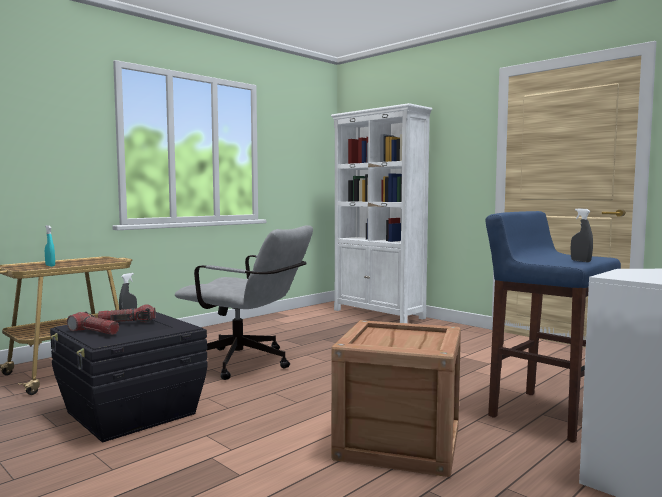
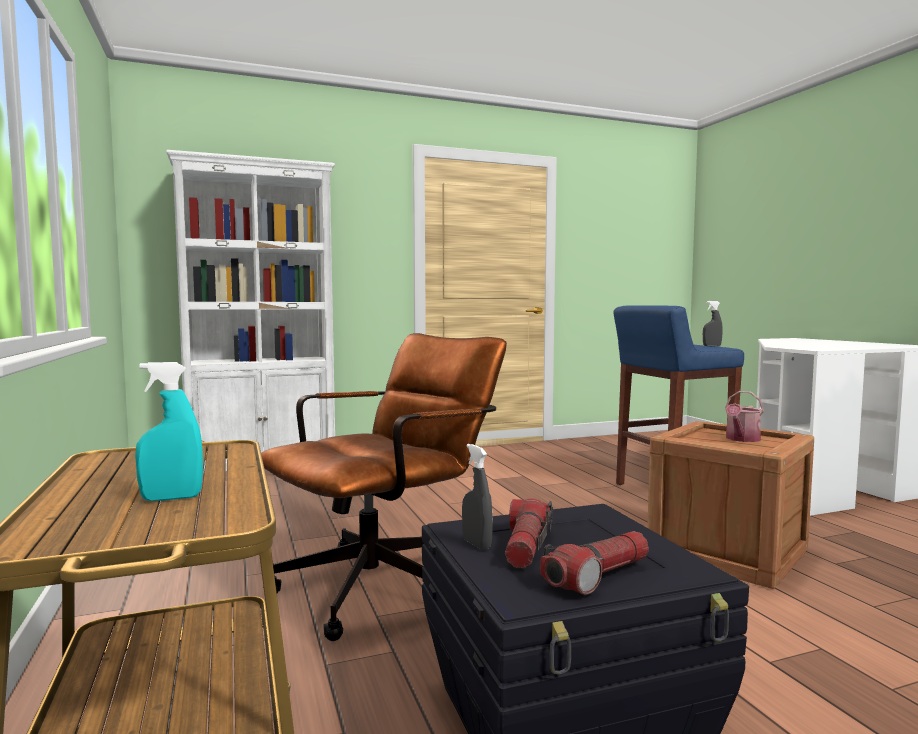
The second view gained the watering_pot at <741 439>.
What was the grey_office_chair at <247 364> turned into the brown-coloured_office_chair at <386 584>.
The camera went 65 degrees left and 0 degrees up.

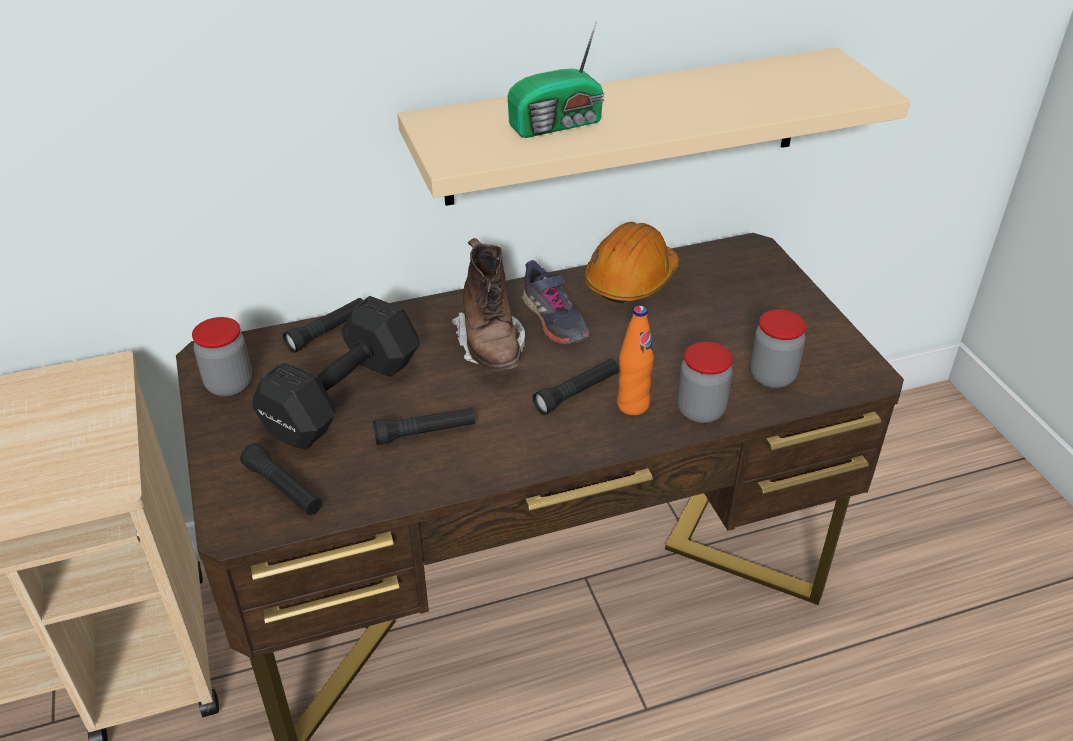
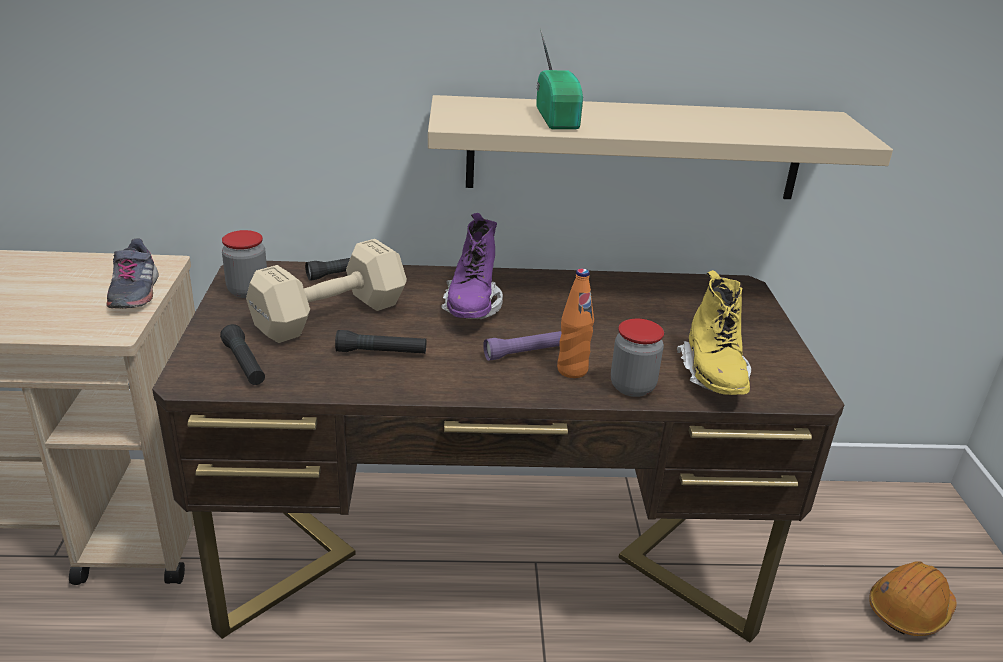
The grey_shoe ended up elsewhere, having gone from <553 319> to <133 292>.
The orange_hard_hat ended up elsewhere, having gone from <631 280> to <909 610>.
Where the preserve_jar stood at <772 376>, the yellow-coloured_boot came to stand at <713 376>.
What was the black_free_weight at <339 399> turned into the beige-coloured_free_weight at <326 316>.
What was the brown-coloured_boot at <491 346> turned into the purplish_boot at <471 307>.
What was the black_hand_torch at <577 393> turned into the purplish_hand_torch at <527 352>.
The radio_set at <559 124> ended up facing another way, 90 degrees counterclockwise from before.
The camera went 15 degrees right and 10 degrees down.

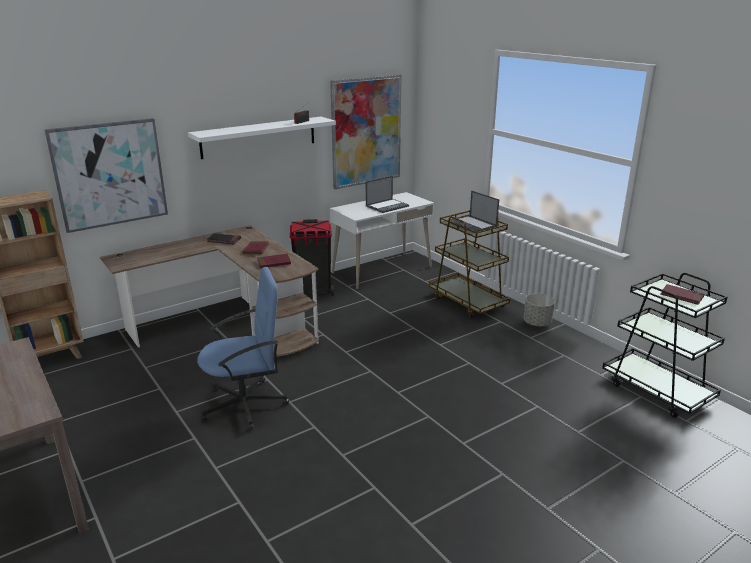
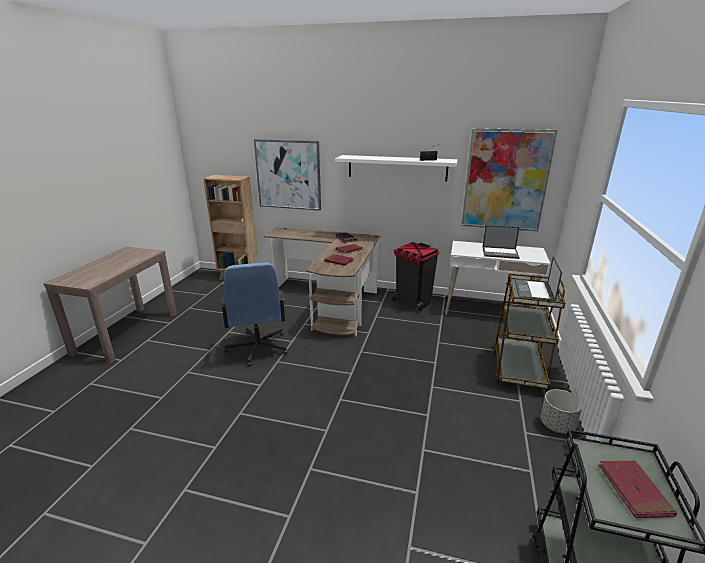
The blue-coloured_office_chair at <246 404> ended up facing another way, 45 degrees clockwise from before.
The camera went 50 degrees right and 0 degrees up.

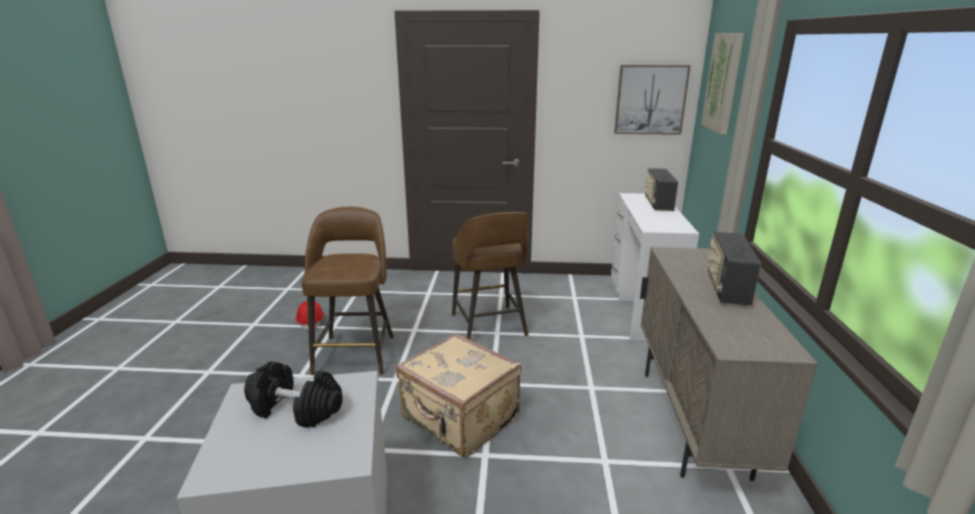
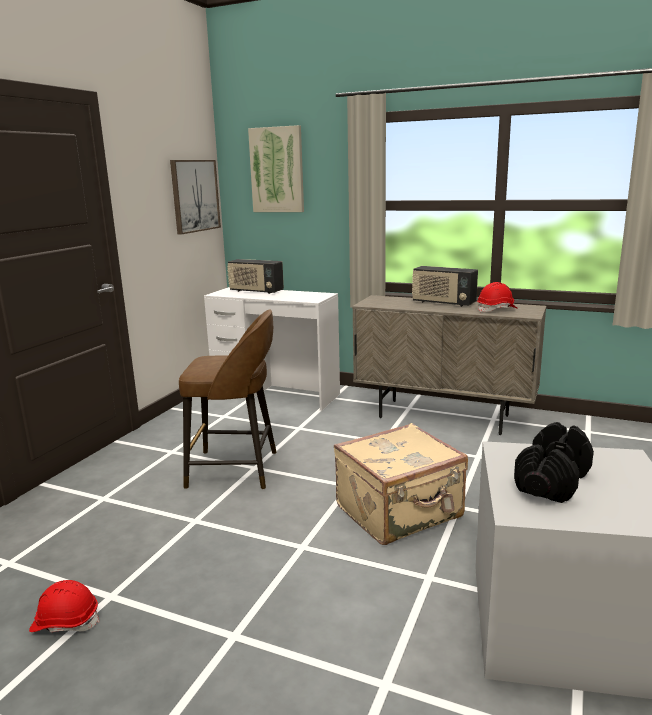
The second view lost the brown-coloured_stool at <355 353>.
The second view gained the red_hard_hat at <497 309>.
The camera went 70 degrees left and 5 degrees down.

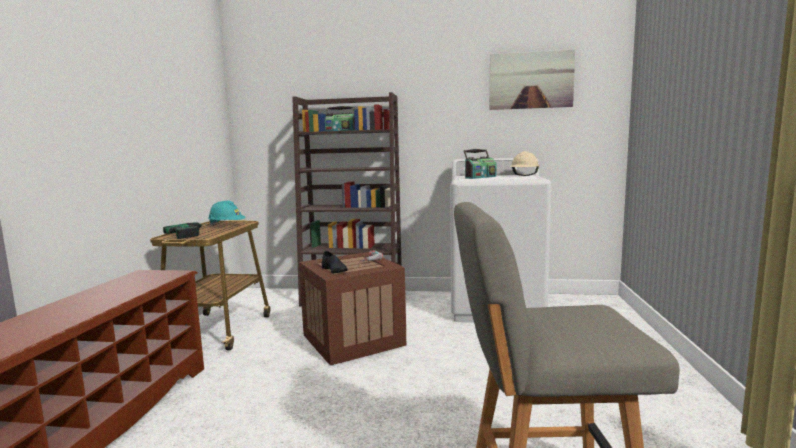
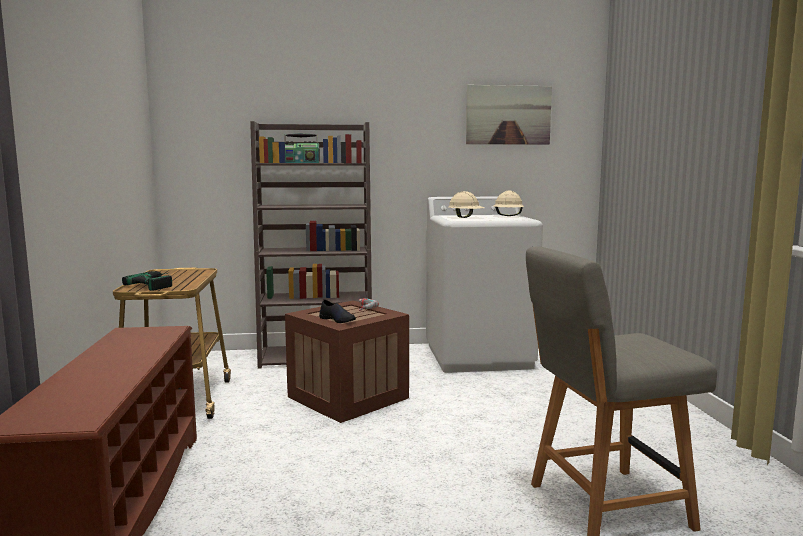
The second view lost the blue-green_hard_hat at <227 225>.
Where the radio_set stood at <480 177>, the beige-coloured_hard_hat came to stand at <466 217>.
The camera went 15 degrees left and 0 degrees up.

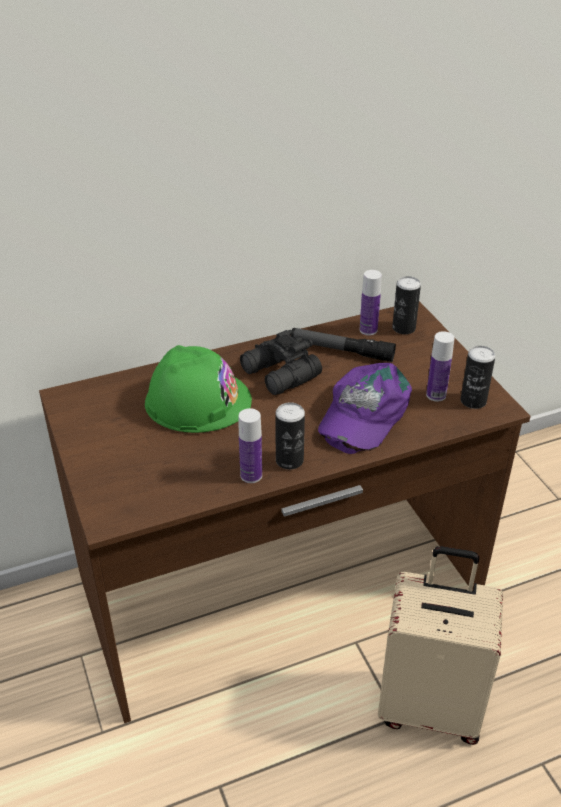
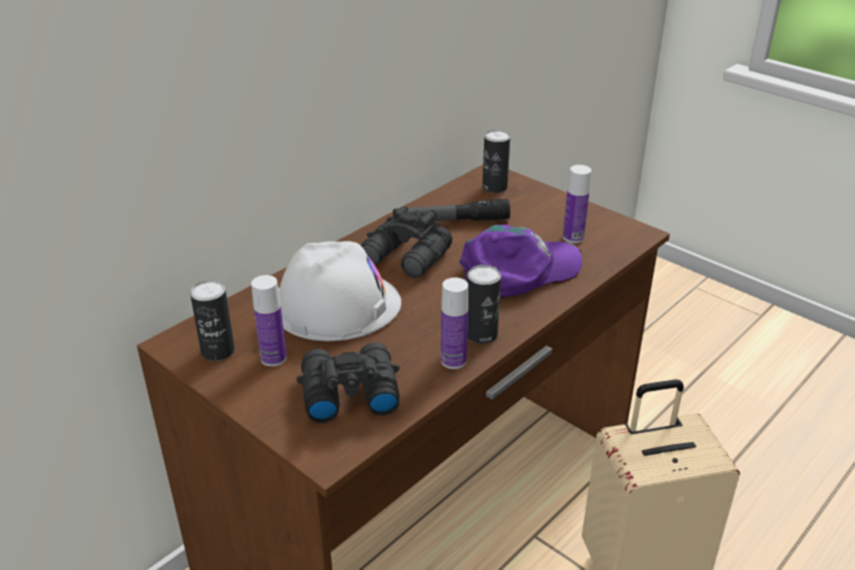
The second view gained the black_pair_of_binoculars at <347 392>.
The beverage_bottle ended up elsewhere, having gone from <368 330> to <273 358>.
The metal_can ended up elsewhere, having gone from <473 401> to <218 351>.
What was the greenish_hard_hat at <198 401> turned into the whitish_hard_hat at <337 305>.
The purplish_baseball_cap at <363 414> ended up facing another way, 120 degrees counterclockwise from before.
The camera went 25 degrees left and 5 degrees down.

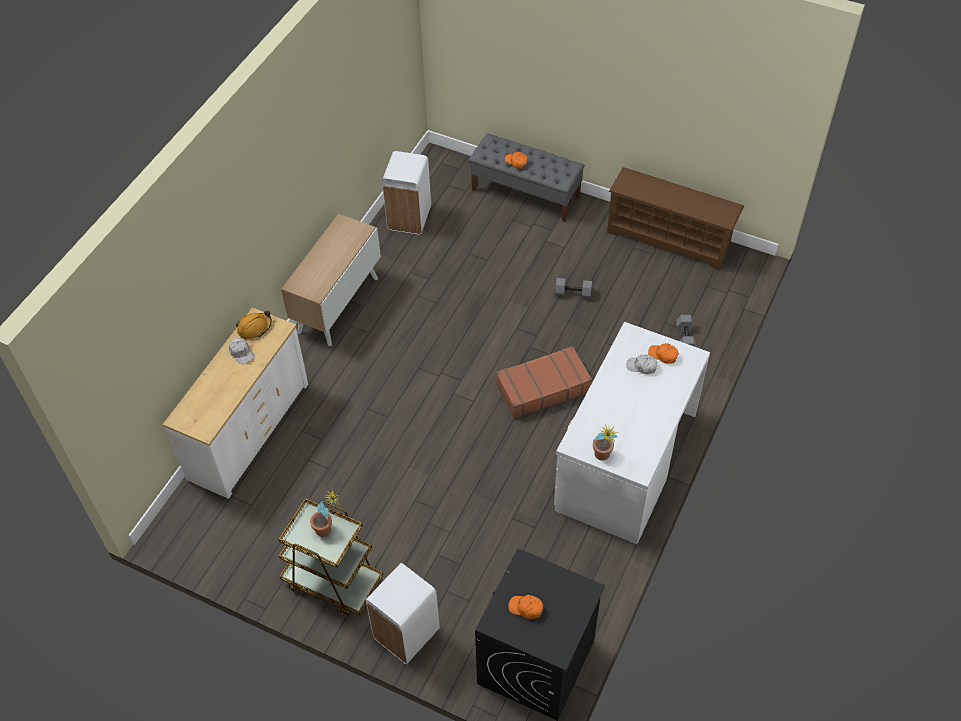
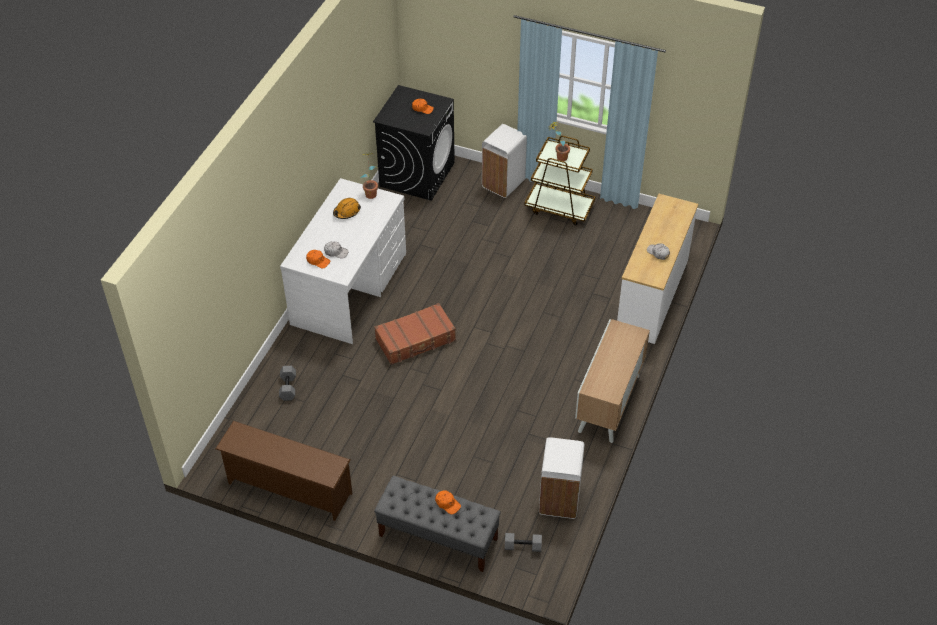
The orange_hard_hat ended up elsewhere, having gone from <254 328> to <346 212>.
The grey_free_weight ended up elsewhere, having gone from <573 292> to <522 547>.
The camera went 175 degrees right and 5 degrees down.

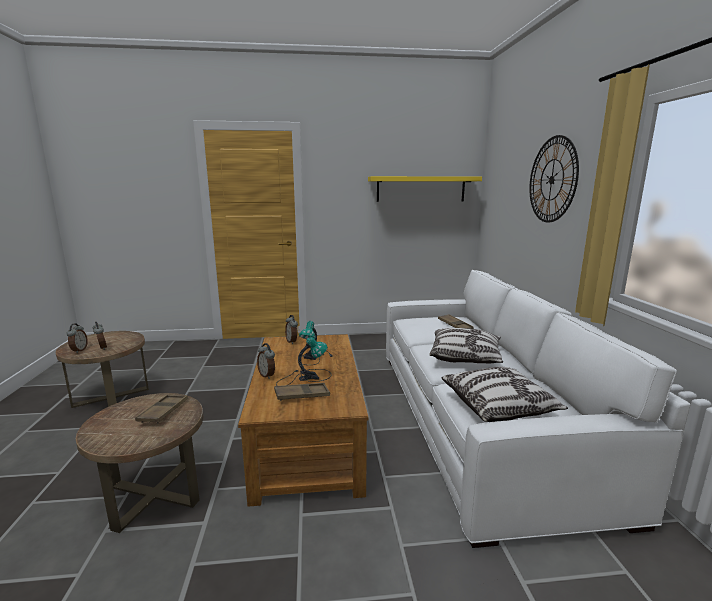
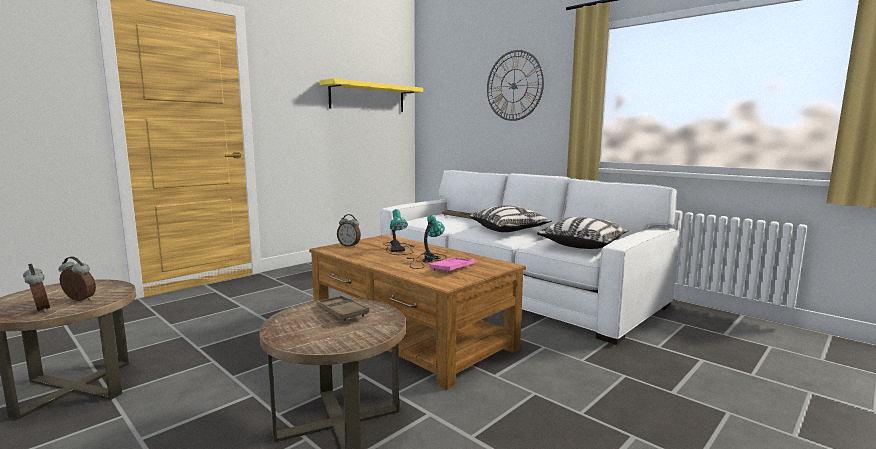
The second view lost the alarm_clock at <267 375>.
What was the brown-coloured_tray at <302 395> turned into the pink-coloured_tray at <452 268>.
The camera went 40 degrees left and 5 degrees down.

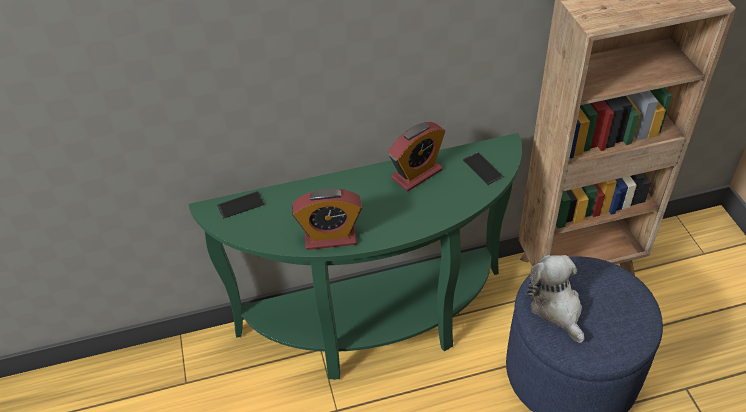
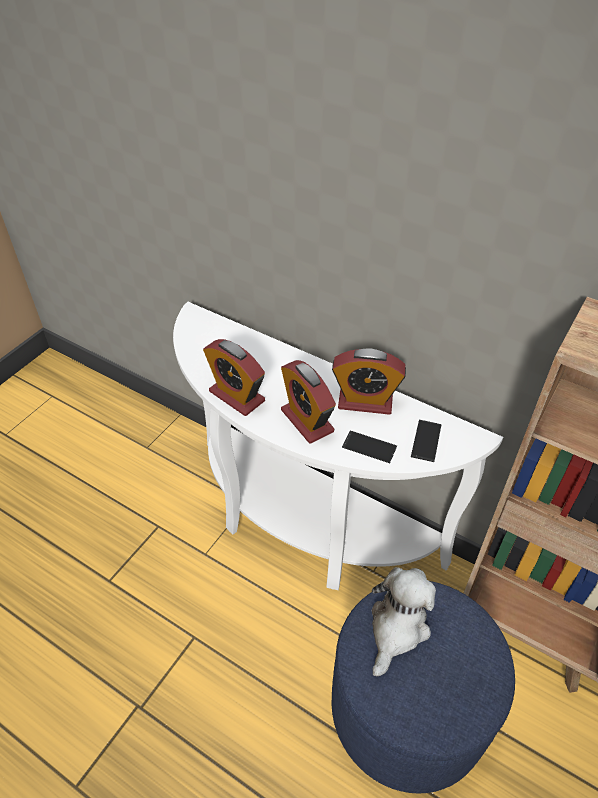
The second view gained the alarm_clock at <307 420>.
The handset ended up elsewhere, having gone from <241 205> to <369 447>.
What was the greenish_hall_table at <378 327> turned into the whitish_hall_table at <302 524>.
The camera went 45 degrees right and 0 degrees up.

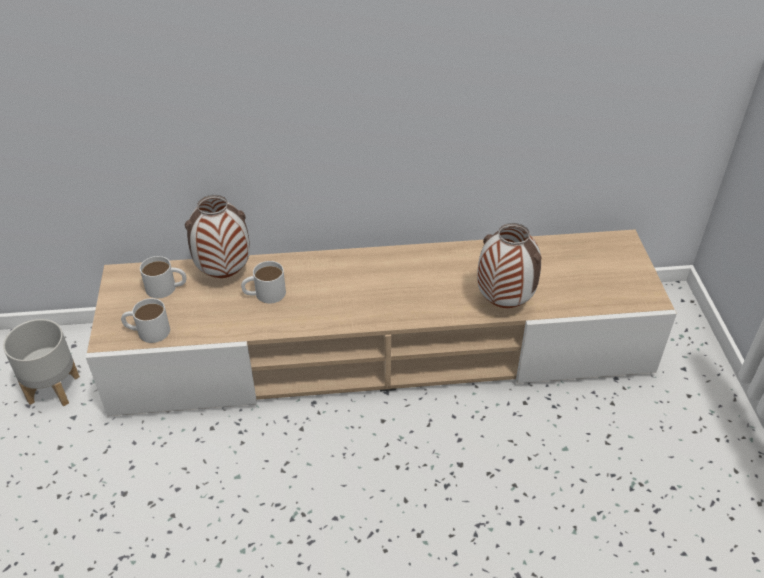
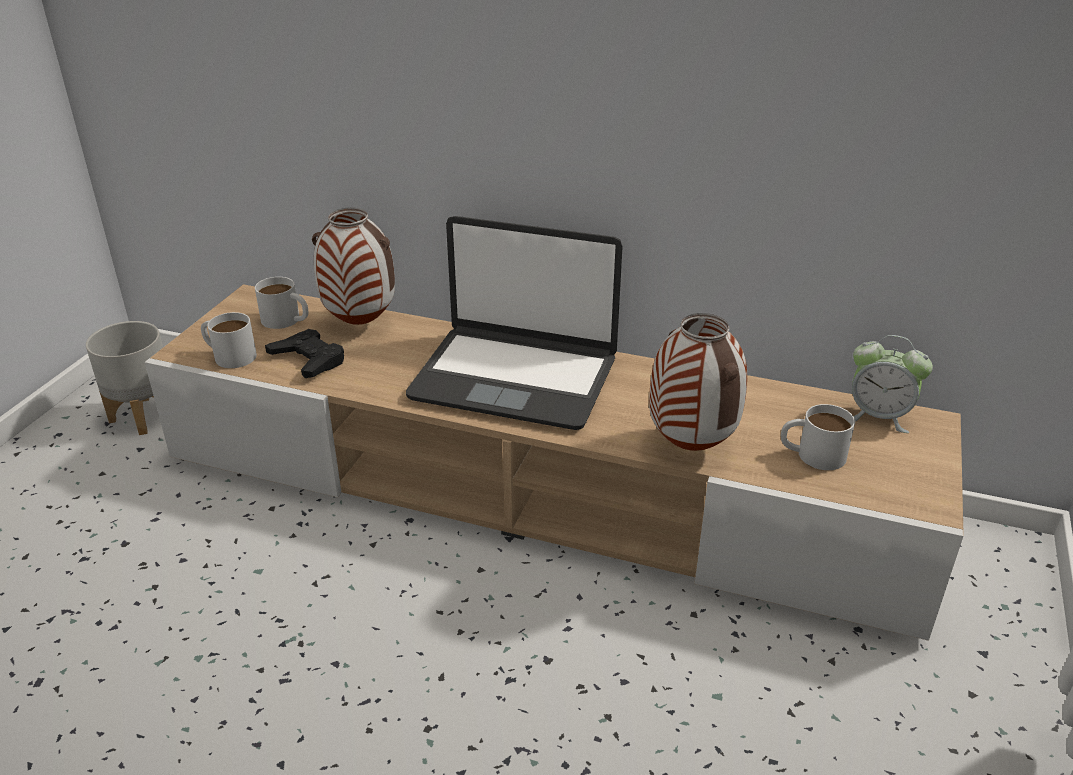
The second view gained the black_gamepad at <308 360>.
The second view gained the laptop at <515 378>.
The second view gained the alarm_clock at <878 416>.
The whitish_mug ended up elsewhere, having gone from <264 294> to <812 454>.
The camera went 25 degrees right and 10 degrees down.

